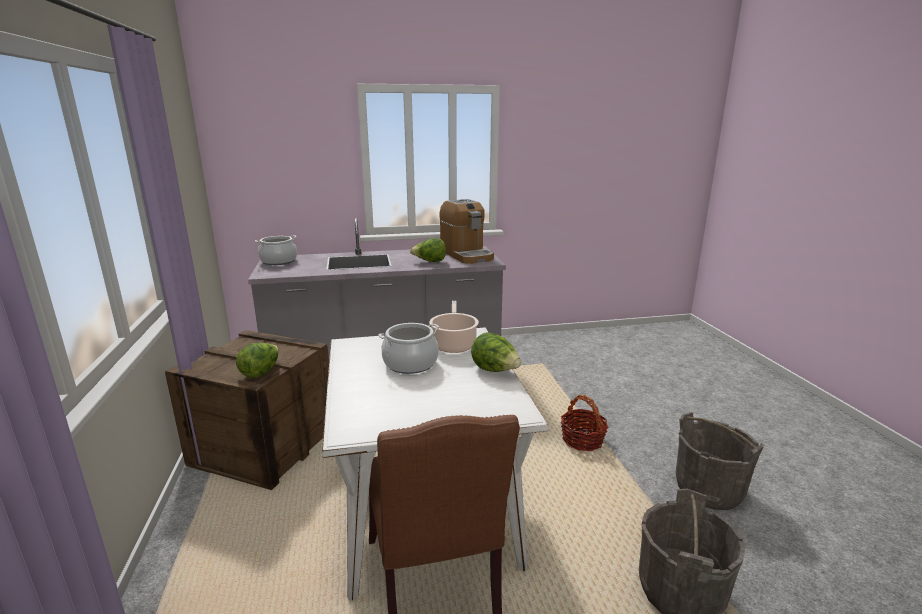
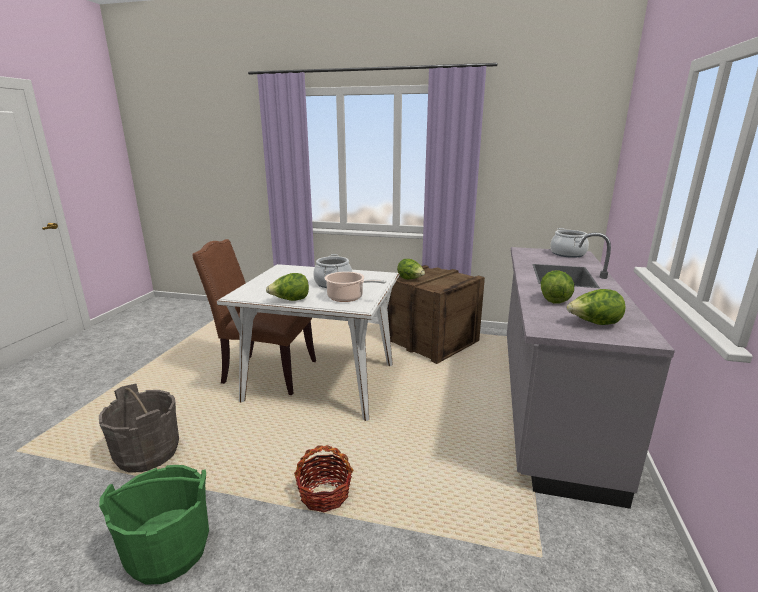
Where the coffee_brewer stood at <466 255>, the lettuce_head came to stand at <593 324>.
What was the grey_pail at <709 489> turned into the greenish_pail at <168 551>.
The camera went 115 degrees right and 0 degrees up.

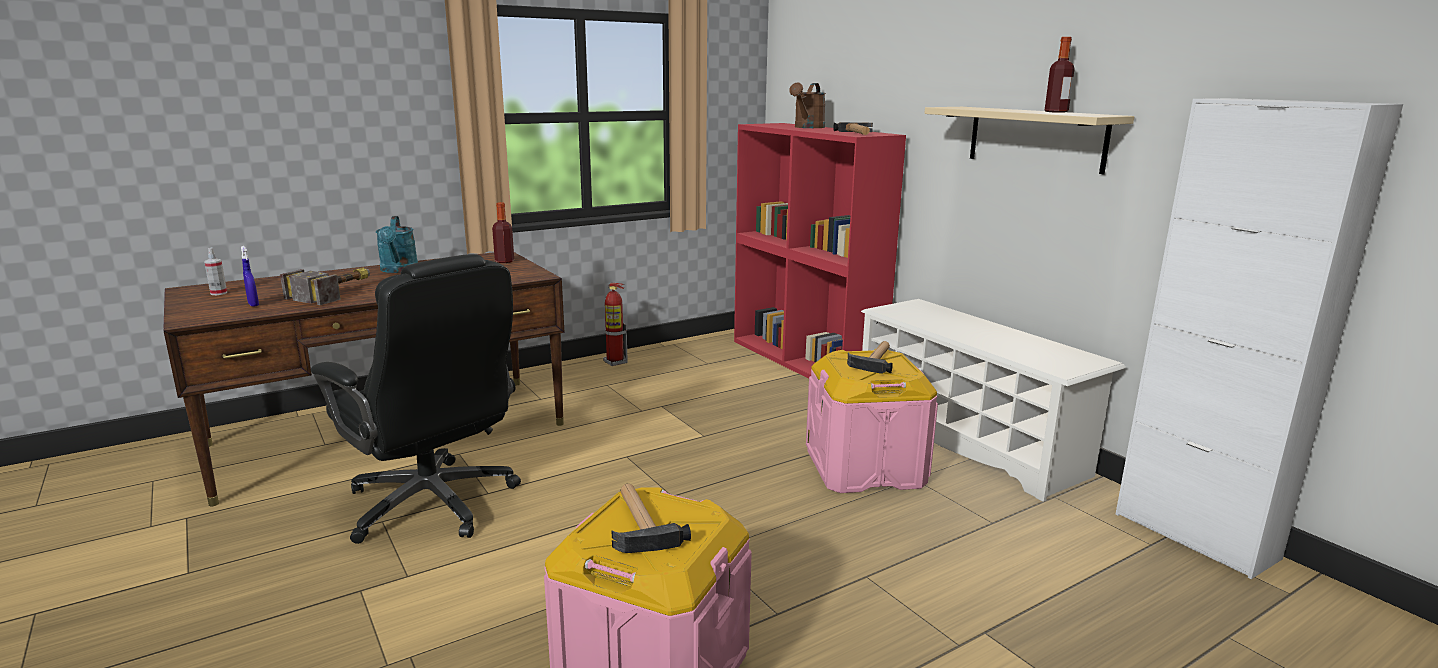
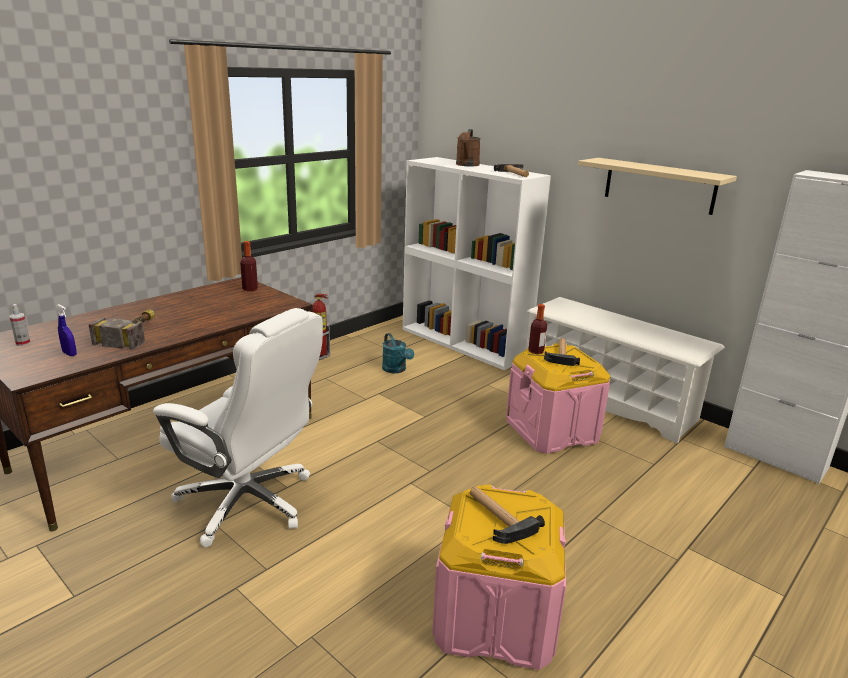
The blue-green_watering_pot ended up elsewhere, having gone from <399 270> to <396 370>.
The beverage_bottle ended up elsewhere, having gone from <1056 112> to <536 351>.
What was the black_office_chair at <433 504> turned into the whitish_office_chair at <248 503>.
What was the red_bookshelf at <806 361> turned into the whitish_bookshelf at <465 343>.
The camera went 15 degrees left and 5 degrees up.

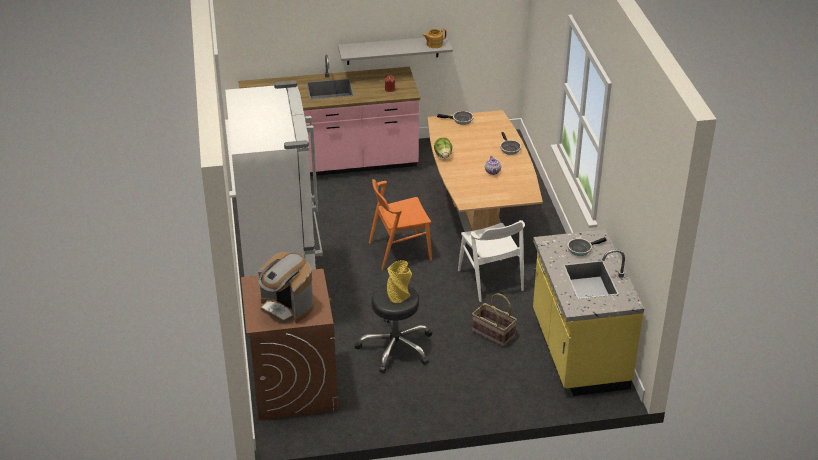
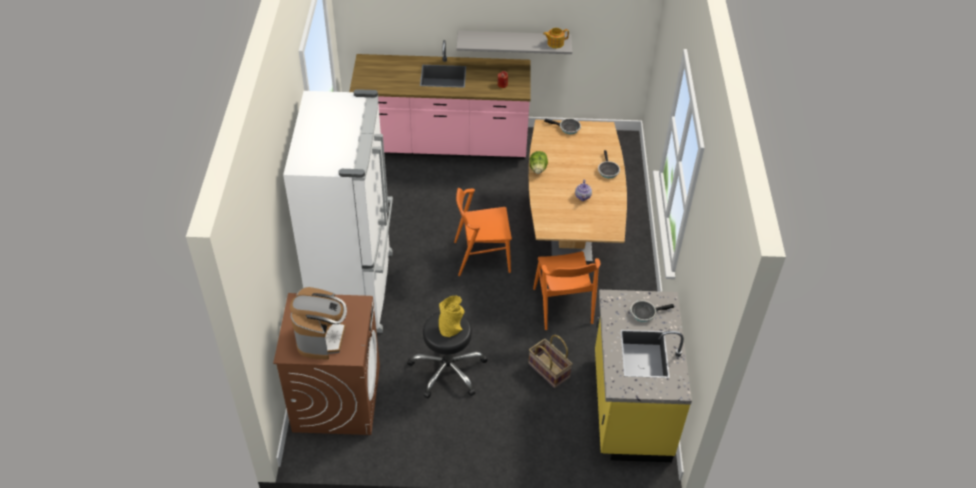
What was the whitish_chair at <490 280> turned into the orange_chair at <562 306>.
The coffee_brewer at <286 307> ended up facing another way, 135 degrees counterclockwise from before.
The camera went 10 degrees right and 10 degrees up.

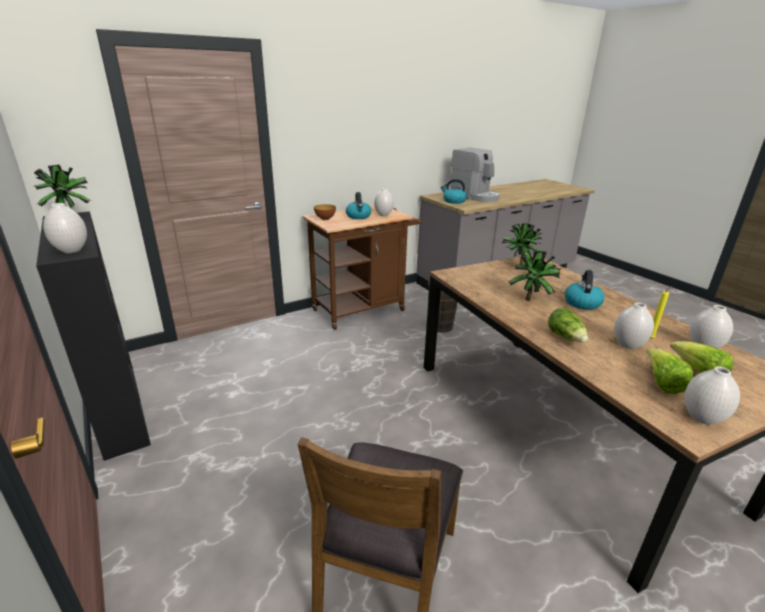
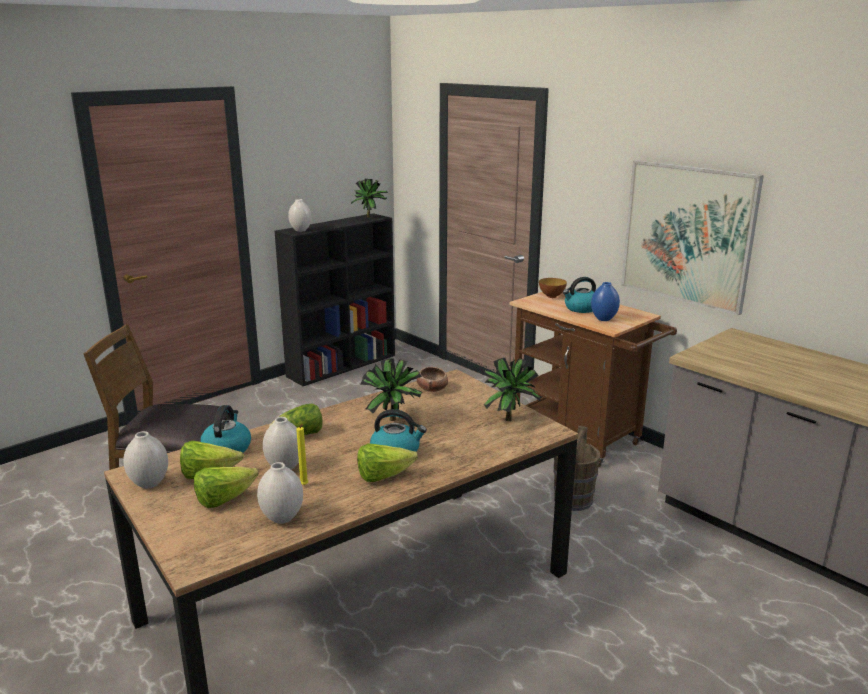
The second view lost the coffee_brewer at <475 196>.
The second view gained the lettuce_head at <383 476>.
The second view gained the serving_bowl at <432 389>.
The second view gained the picture at <687 234>.
The kettle ended up elsewhere, having gone from <453 201> to <227 448>.
What was the whitish_decorative_vase at <383 215> turned into the blue-coloured_decorative_vase at <604 319>.
The camera went 80 degrees right and 5 degrees down.

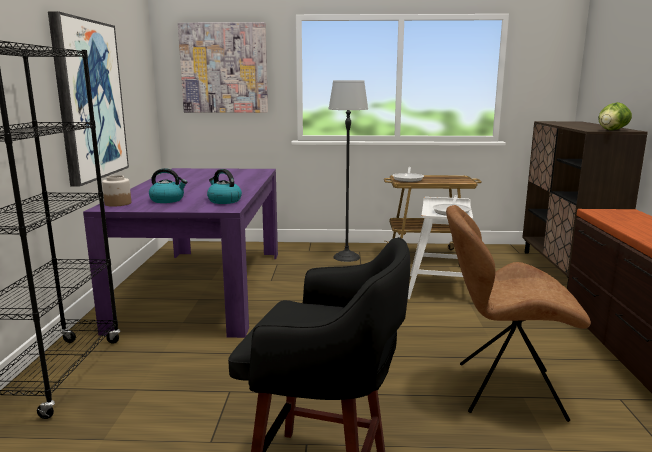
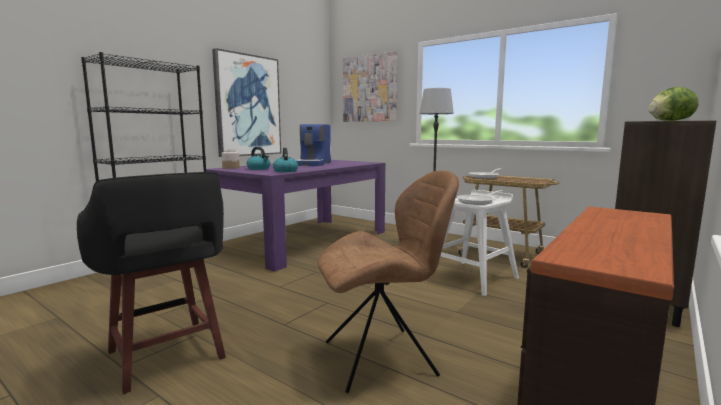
The second view gained the coffee_brewer at <313 164>.
The brown-coloured_chair at <504 390> ended up facing another way, 120 degrees clockwise from before.
The camera went 35 degrees right and 5 degrees down.

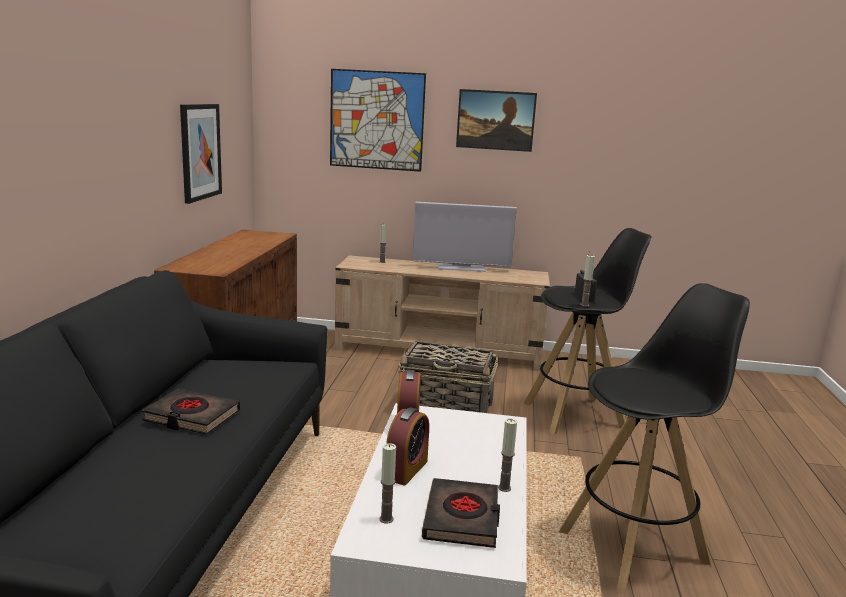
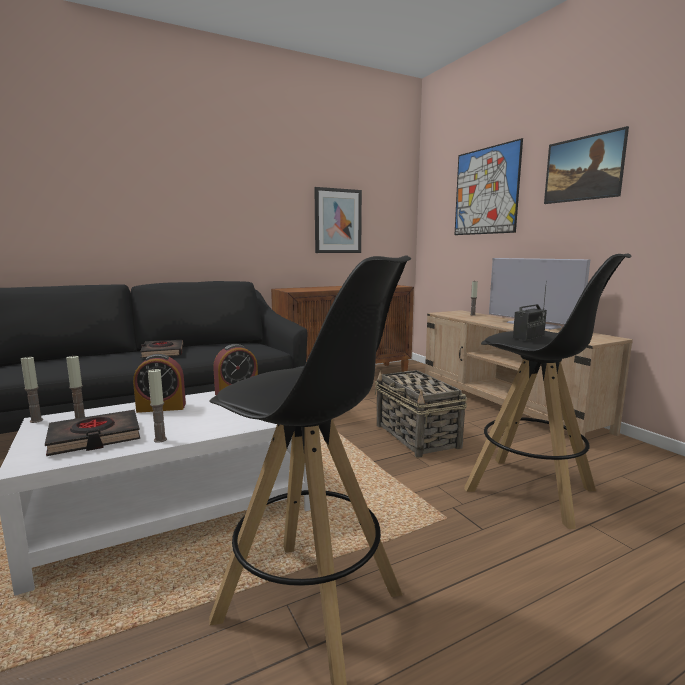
The candle ended up elsewhere, having gone from <584 305> to <36 420>.
The camera went 55 degrees right and 5 degrees down.

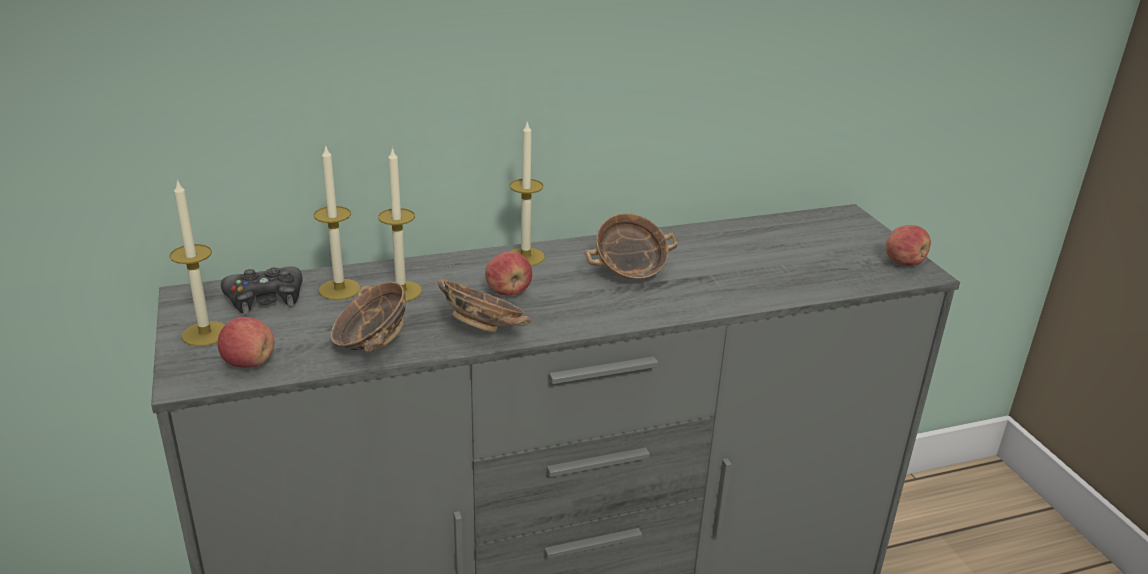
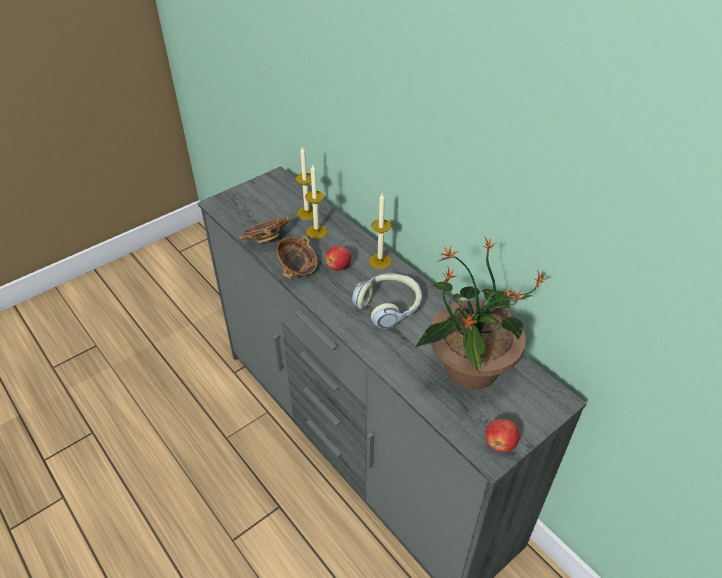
The second view lost the candle at <205 334>.
The second view lost the apple at <249 363>.
The second view lost the black_gamepad at <265 298>.
The second view gained the houseplant at <469 368>.
Where the serving_bowl stood at <630 273>, the headphones came to stand at <389 306>.
The camera went 70 degrees right and 15 degrees up.

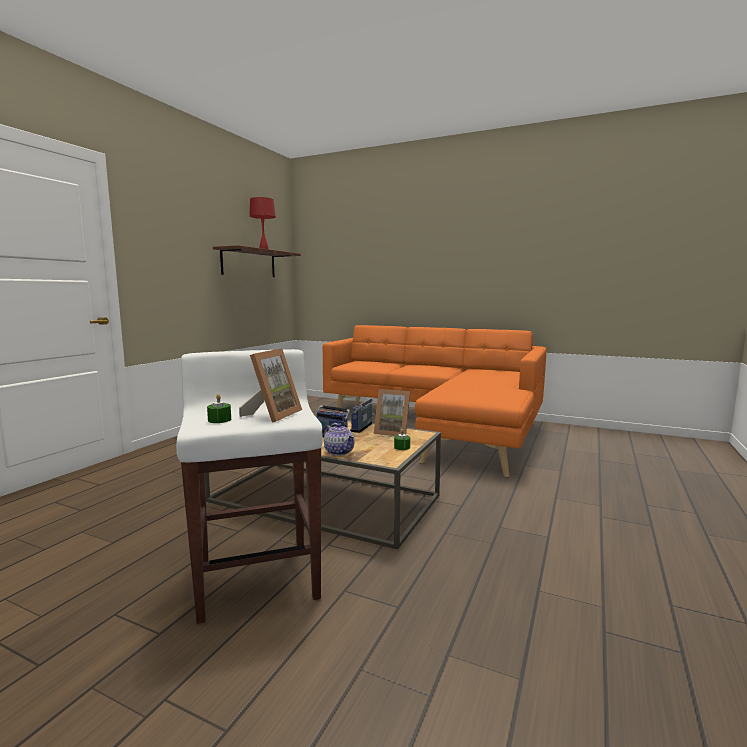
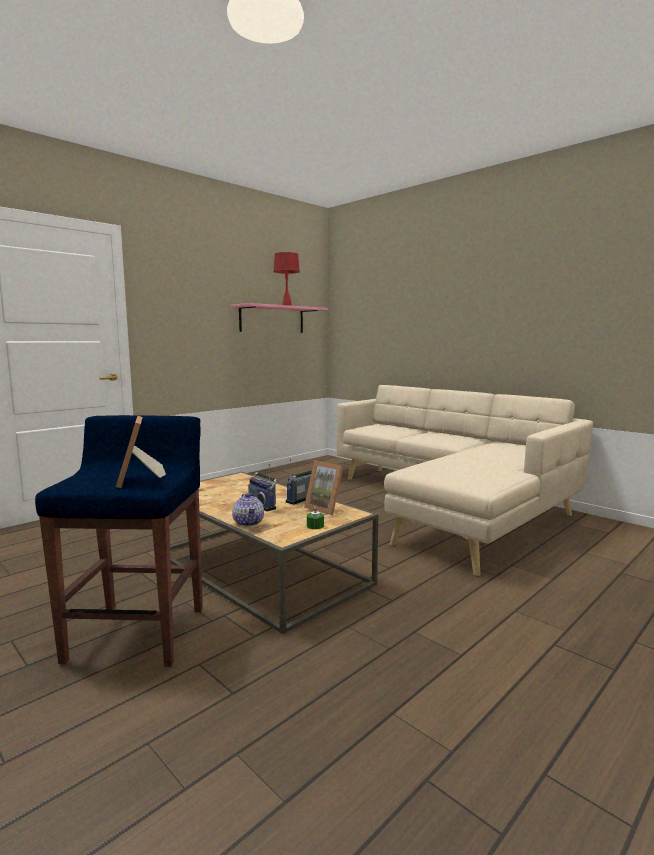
The second view lost the greenish_candle at <219 420>.
What was the whitish_stool at <257 576> turned into the blue-coloured_stool at <139 632>.
What was the brown-coloured_bracket_shelf at <249 263> turned into the pink-coloured_bracket_shelf at <272 319>.
What was the orange_settee at <442 427> turned into the beige-coloured_settee at <451 507>.
The picture_frame at <272 415> ended up facing another way, 120 degrees clockwise from before.
The camera went 20 degrees right and 0 degrees up.

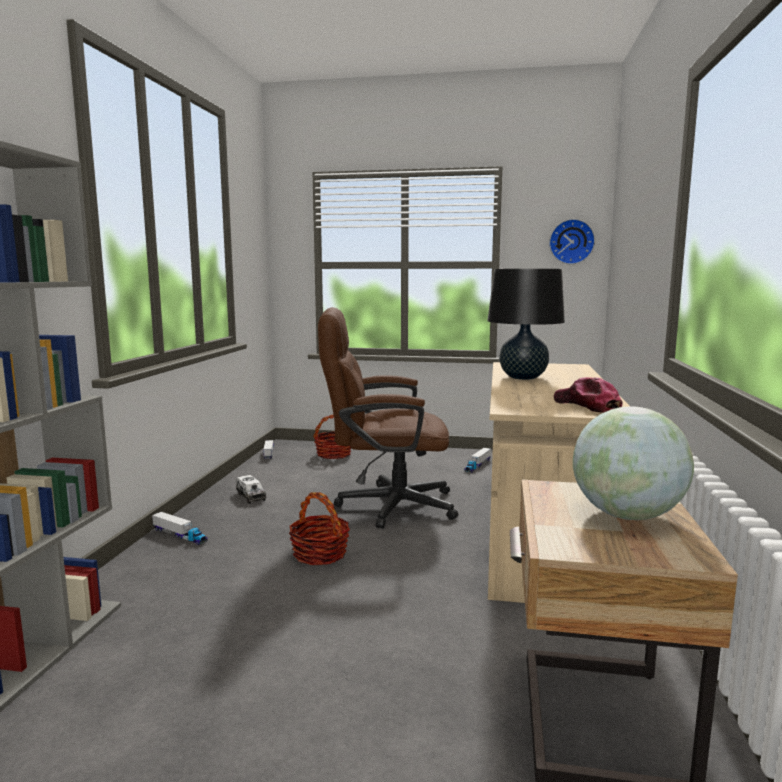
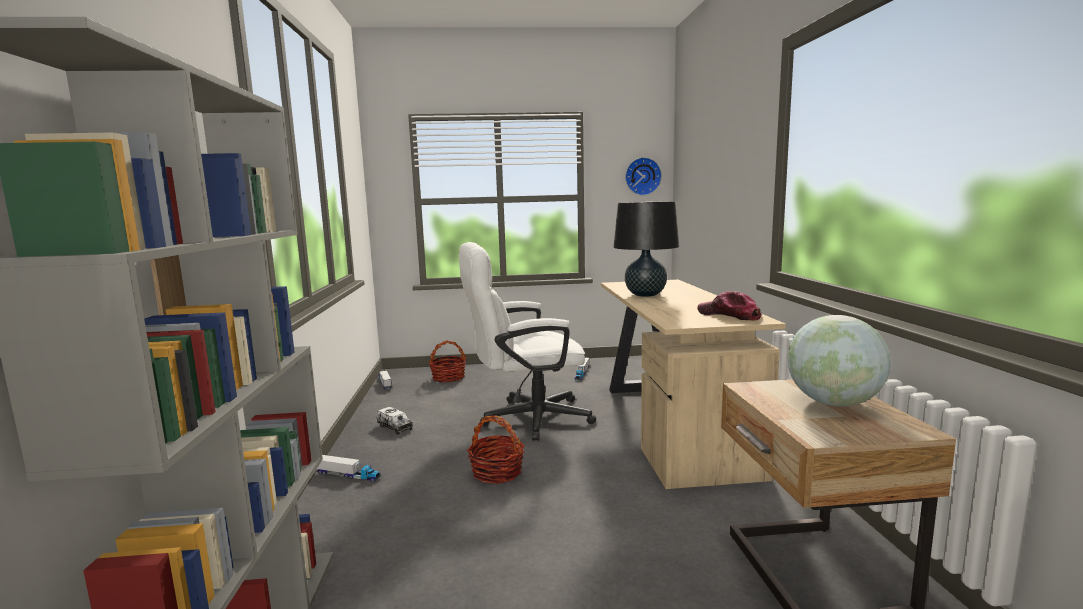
What was the brown-coloured_office_chair at <385 505> turned into the whitish_office_chair at <526 419>.
The camera went 15 degrees left and 0 degrees up.

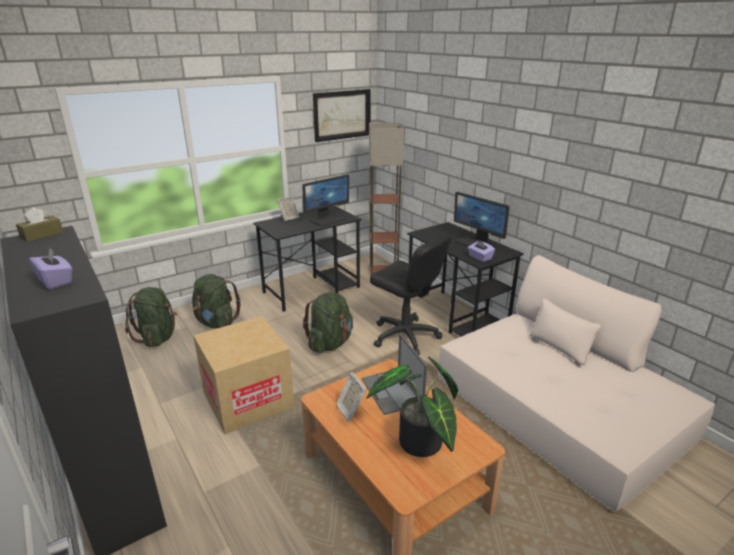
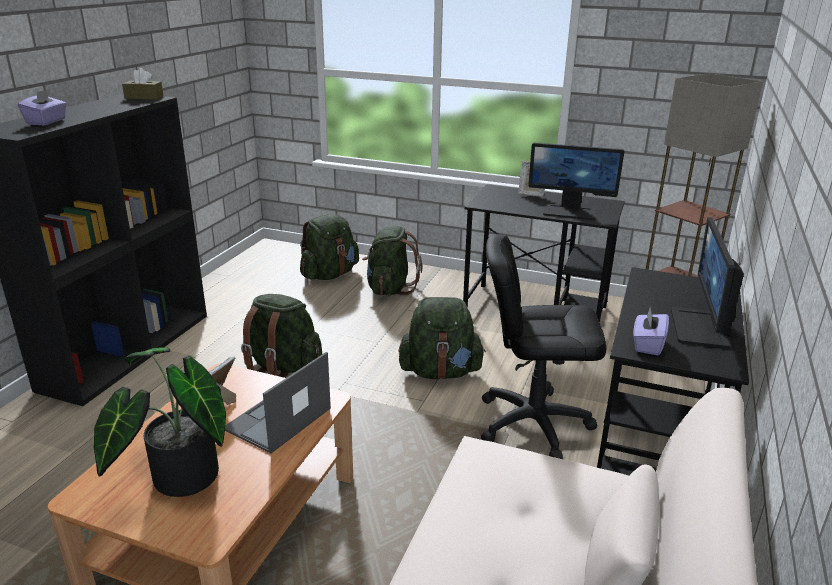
The second view lost the picture at <342 115>.
Where the carton stood at <248 400>, the greenish_knapsack came to stand at <282 366>.
The black_office_chair at <405 336> ended up facing another way, 90 degrees clockwise from before.
The camera went 55 degrees right and 0 degrees up.

